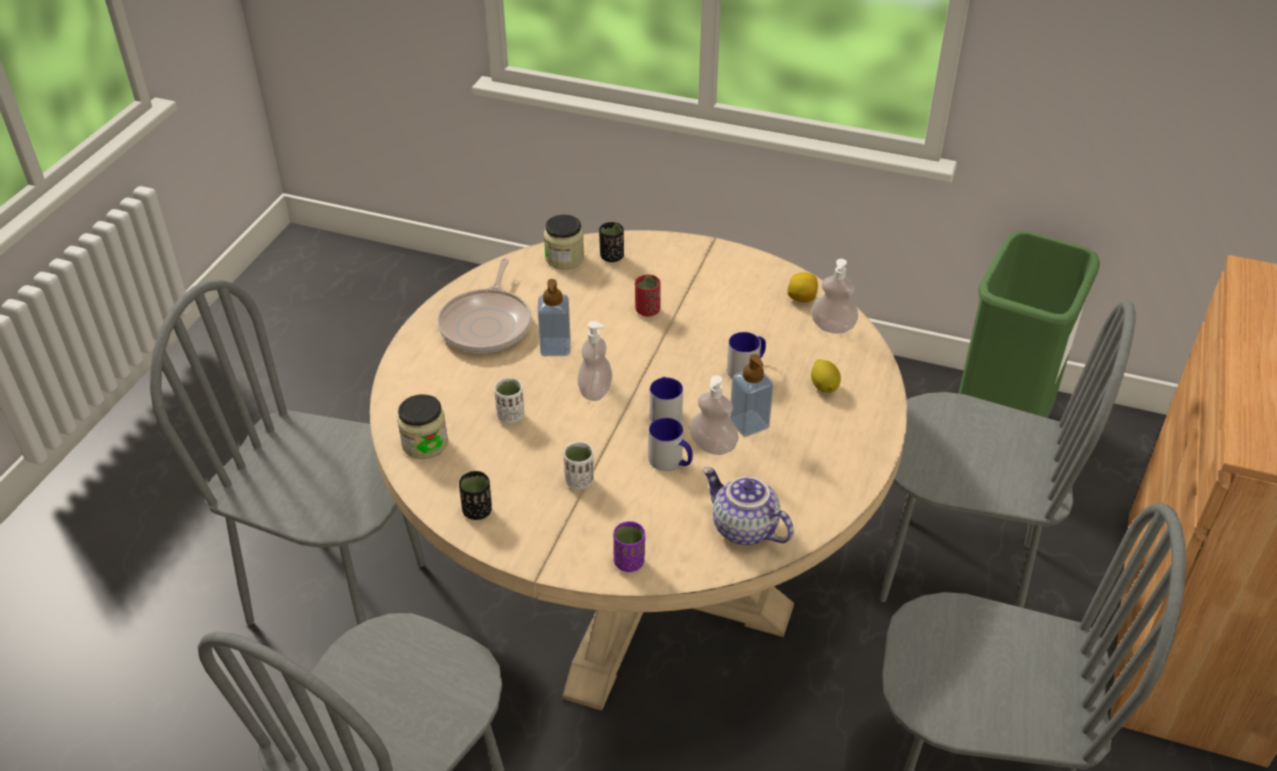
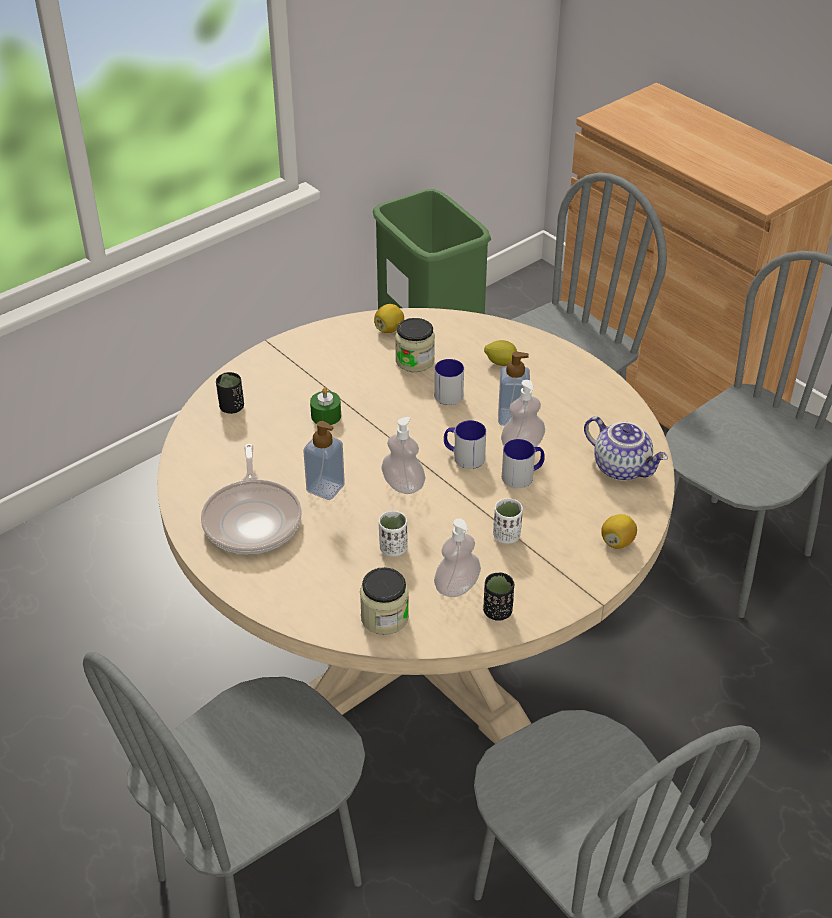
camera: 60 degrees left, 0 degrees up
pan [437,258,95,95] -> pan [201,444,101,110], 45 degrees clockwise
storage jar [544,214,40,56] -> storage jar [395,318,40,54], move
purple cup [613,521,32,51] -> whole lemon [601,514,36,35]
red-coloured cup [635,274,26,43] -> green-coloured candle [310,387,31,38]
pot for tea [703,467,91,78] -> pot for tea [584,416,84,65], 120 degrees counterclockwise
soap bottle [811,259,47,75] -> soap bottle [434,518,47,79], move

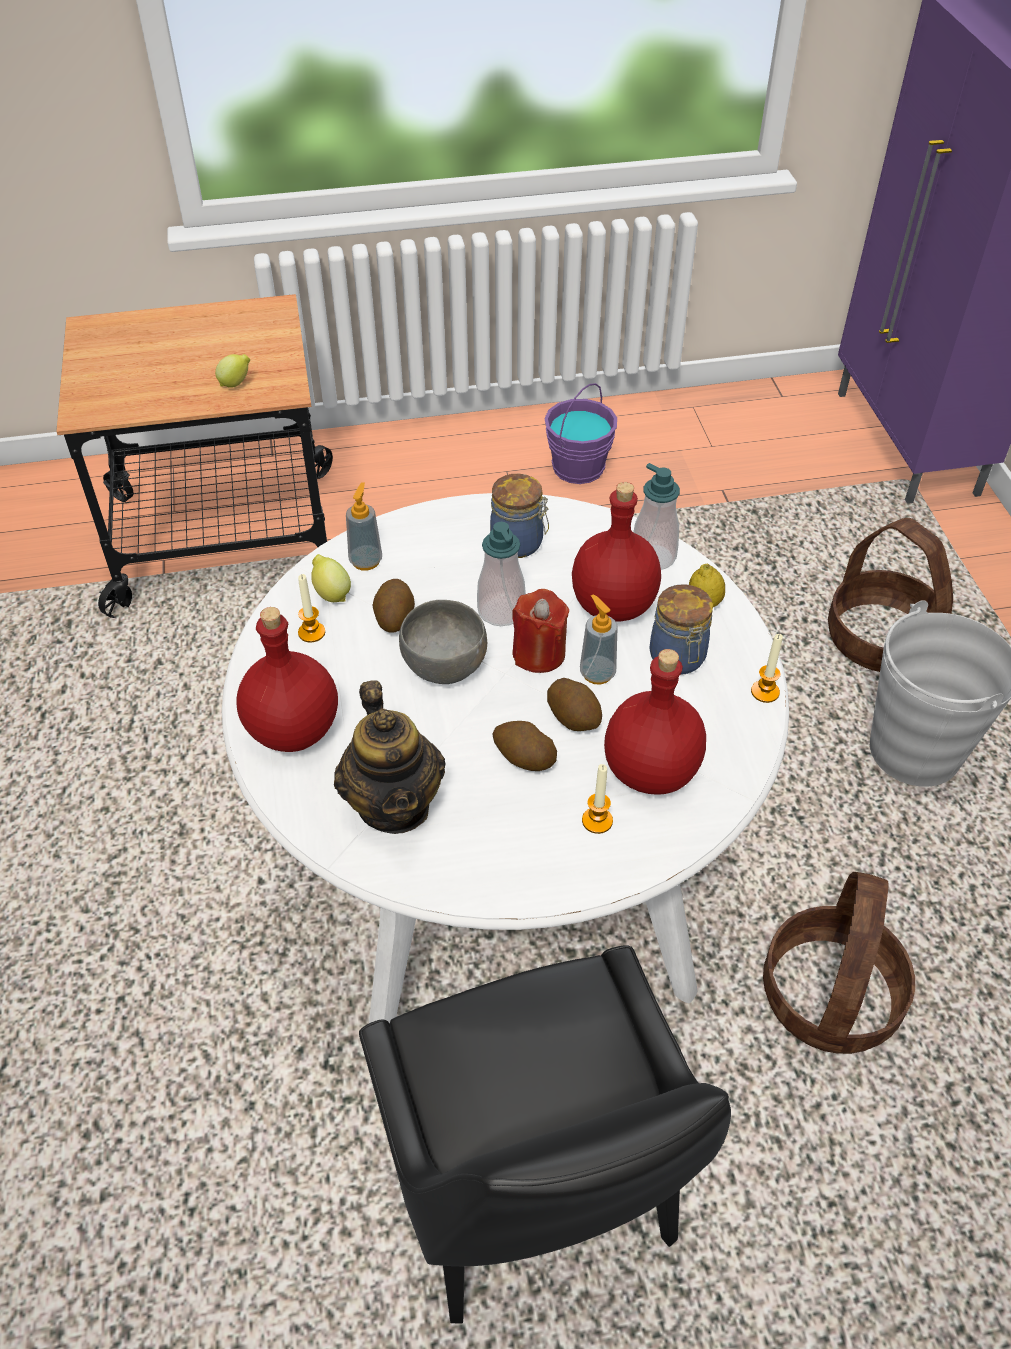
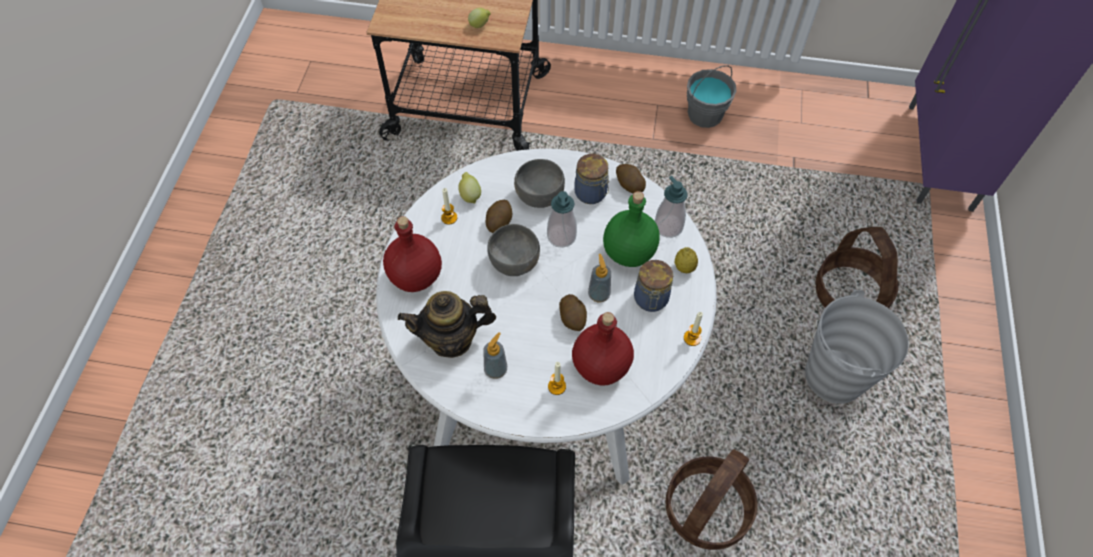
camera: 20 degrees right, 10 degrees up
pot for tea [334,680,112,154] -> pot for tea [398,291,98,67], 75 degrees clockwise
soap bottle [346,482,36,89] -> soap bottle [484,332,23,47], move
potato [492,721,65,50] -> potato [616,164,30,29], move
red-coloured candle [512,589,57,84] -> none
purple water bucket [544,383,73,101] -> gray water bucket [687,65,50,63]
red-coloured bottle [572,482,89,139] -> green-coloured bottle [603,191,57,76]
none -> gray bowl [514,159,51,49]

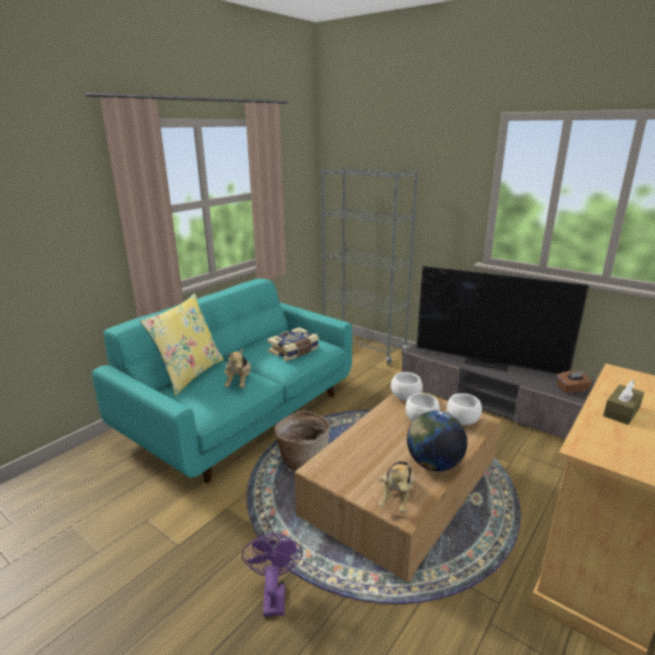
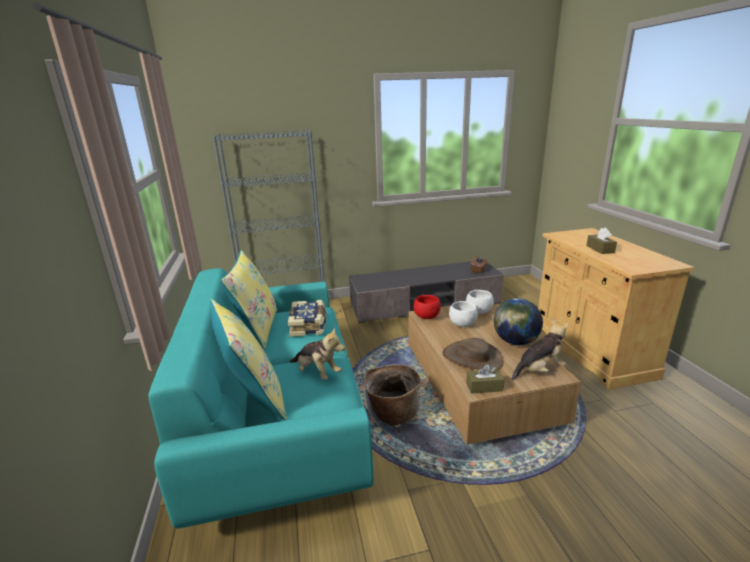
camera: 50 degrees left, 0 degrees up
purple cooling fan [242,533,61,84] -> none
plush toy [378,461,37,52] -> plush toy [512,318,57,63], 75 degrees counterclockwise
white bowl [391,372,32,29] -> red-coloured bowl [414,295,27,24]
television [417,266,172,108] -> none
none -> yellow throw pillow [221,250,56,98]
none -> brownish wearable hat [443,338,61,32]
none -> brownish tissue box [466,364,39,30]

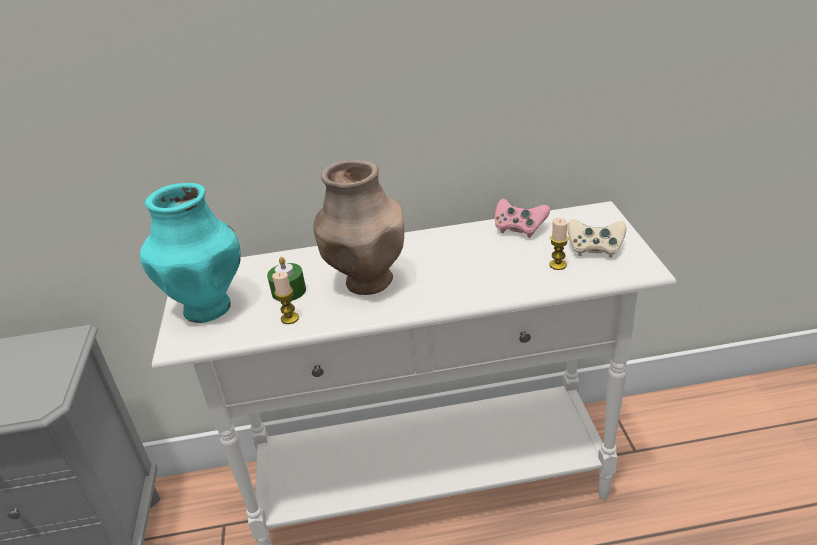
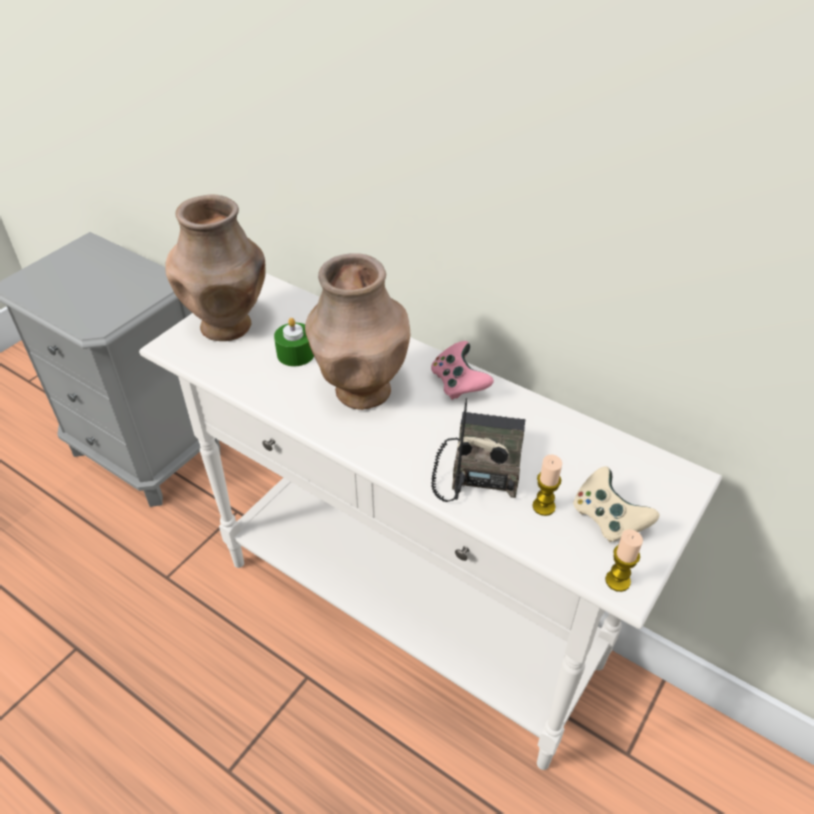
camera: 40 degrees right, 10 degrees up
turquoise-coloured decorative vase [140,183,101,140] -> brownish decorative vase [165,195,101,146]
candle [272,271,27,53] -> candle [605,529,38,63], move
pink game controller [495,199,55,39] -> pink game controller [431,341,63,59], move
none -> radio [431,398,94,104]

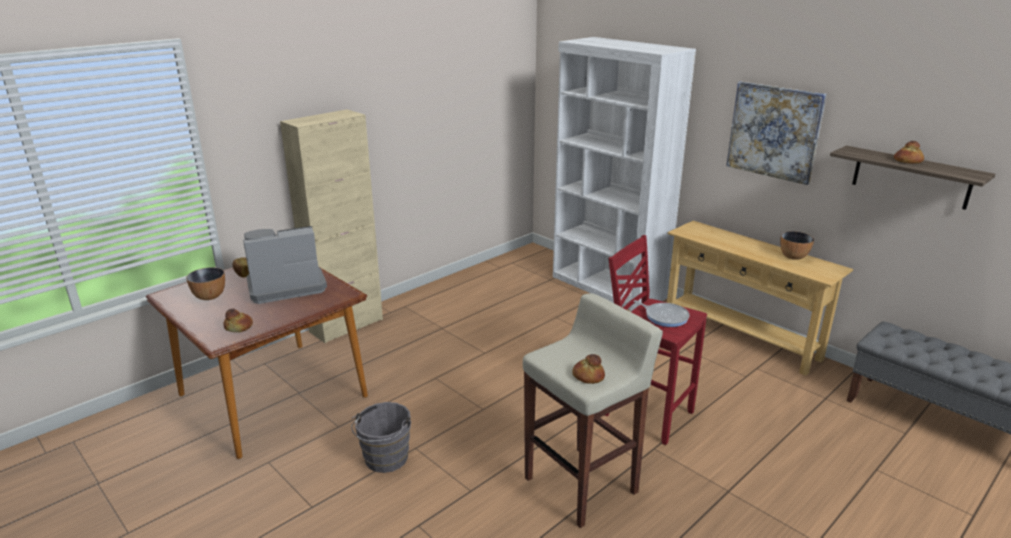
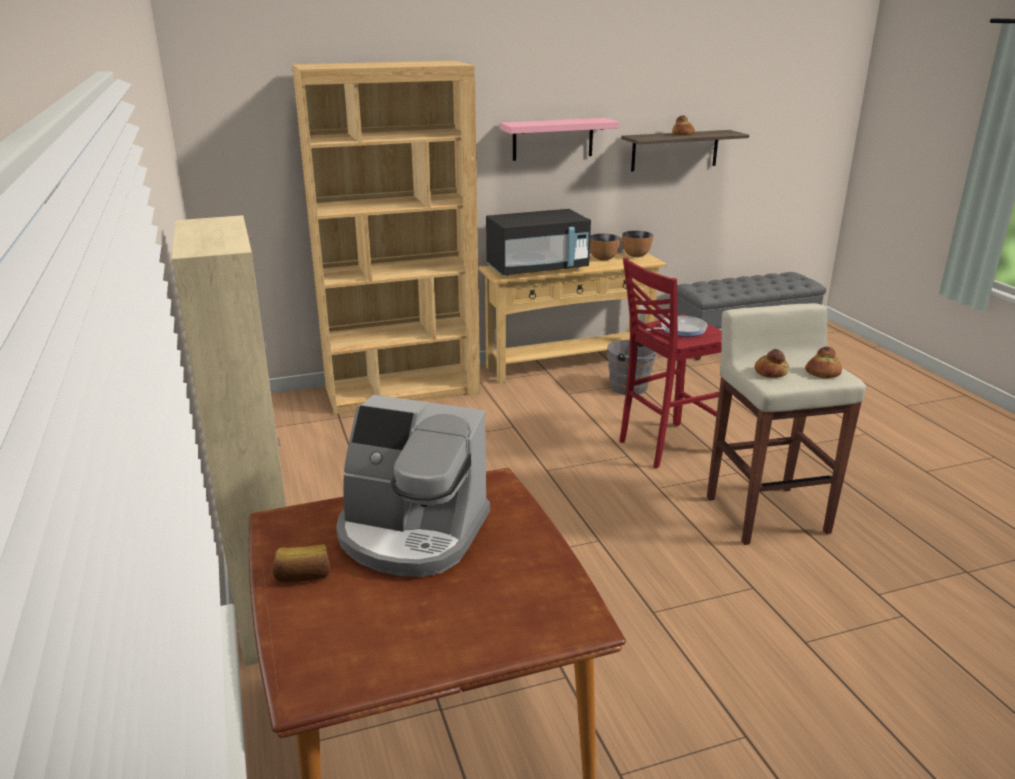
camera: 65 degrees left, 0 degrees up
bowl [186,267,39,33] -> bowl [622,231,31,26], move
bread [223,309,30,23] -> bread [755,349,34,29], move
coffee maker [243,226,84,78] -> coffee maker [336,395,154,182], 75 degrees counterclockwise
gray water bucket [351,402,60,71] -> gray water bucket [607,340,53,55], move
white bookshelf [553,37,143,275] -> brownish bookshelf [292,61,188,353]
wall picture [726,81,101,104] -> pink bracket shelf [500,118,119,43]
none -> black microwave oven [486,209,105,67]

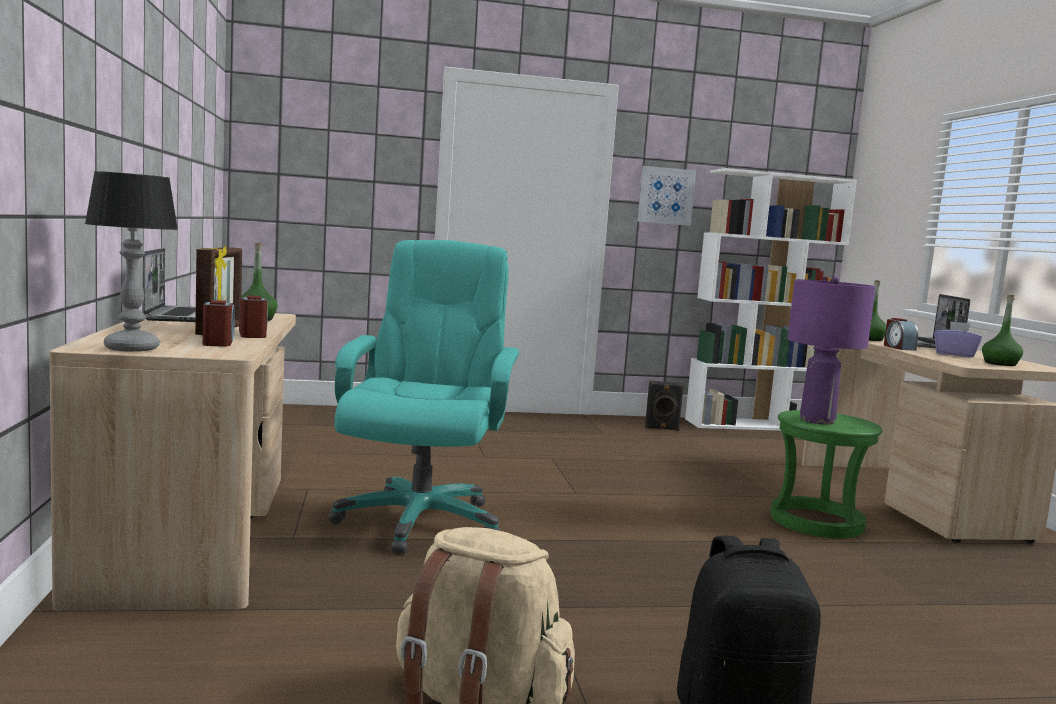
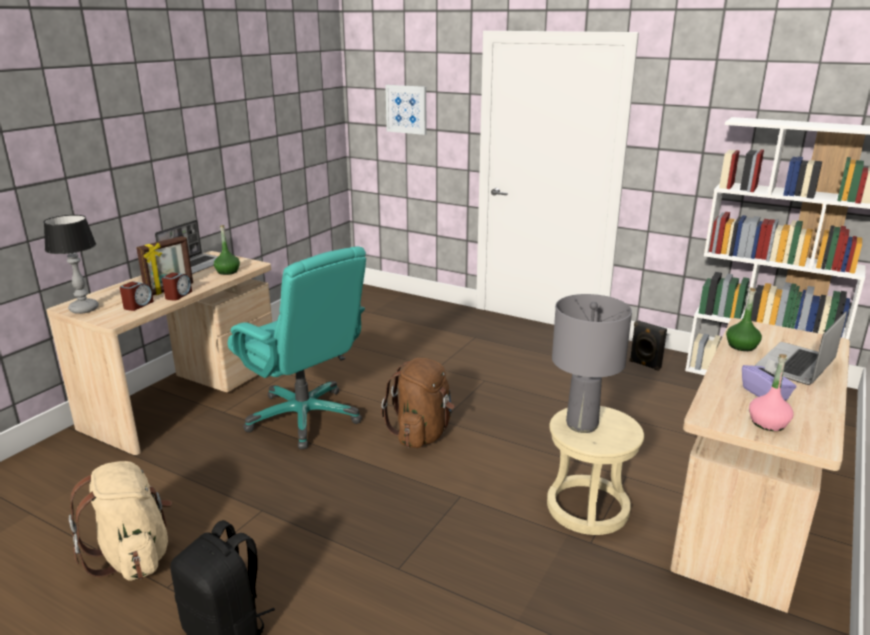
camera: 40 degrees right, 15 degrees up
turquoise-coloured computer chair [329,240,190,314] -> turquoise-coloured computer chair [228,246,138,203], 90 degrees clockwise
wall picture [638,166,58,60] -> wall picture [385,85,41,50], move
green-coloured stool seat [770,410,113,128] -> beige-coloured stool seat [547,406,97,129]
purple tabletop lamp [788,277,88,148] -> gray tabletop lamp [552,294,80,139]
bedside clock [884,318,34,33] -> none
green-coloured bottle [982,295,41,71] -> pink bottle [749,354,44,77]
none -> brownish rucksack [381,358,74,90]

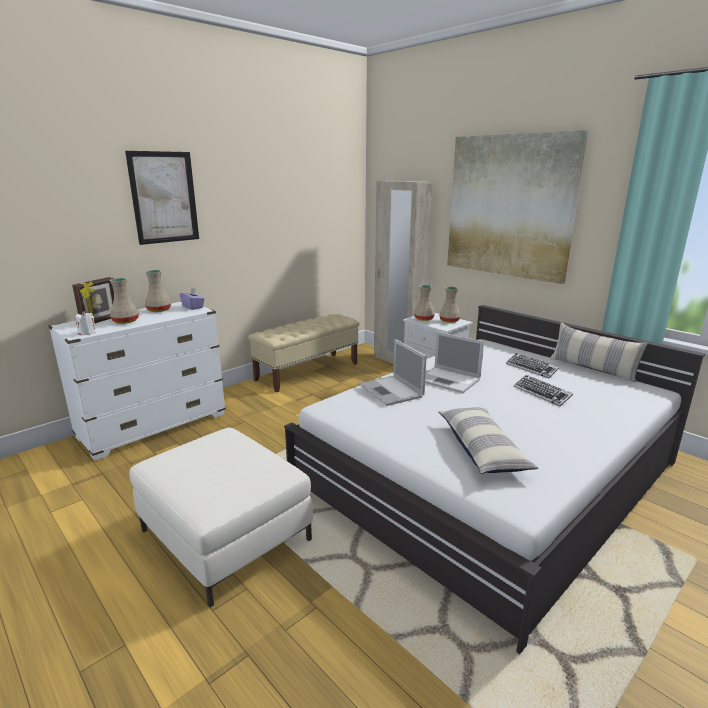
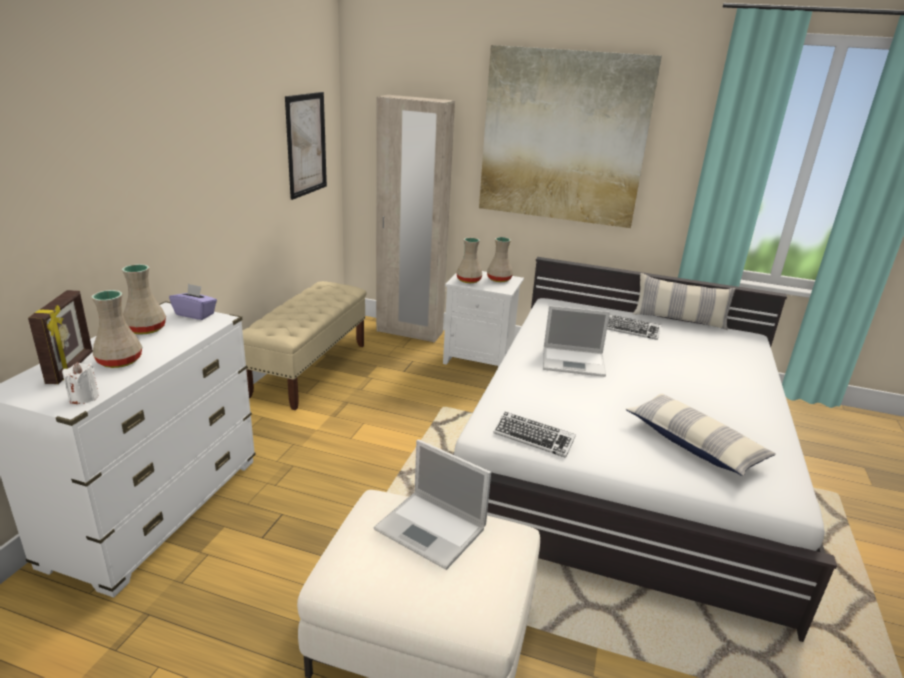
camera: 30 degrees left, 5 degrees up
wall picture [125,151,74,94] -> wall picture [285,92,42,108], move
notebook computer [359,339,68,67] -> notebook computer [374,439,117,131], move
computer keyboard [514,375,59,31] -> computer keyboard [494,412,82,46], move

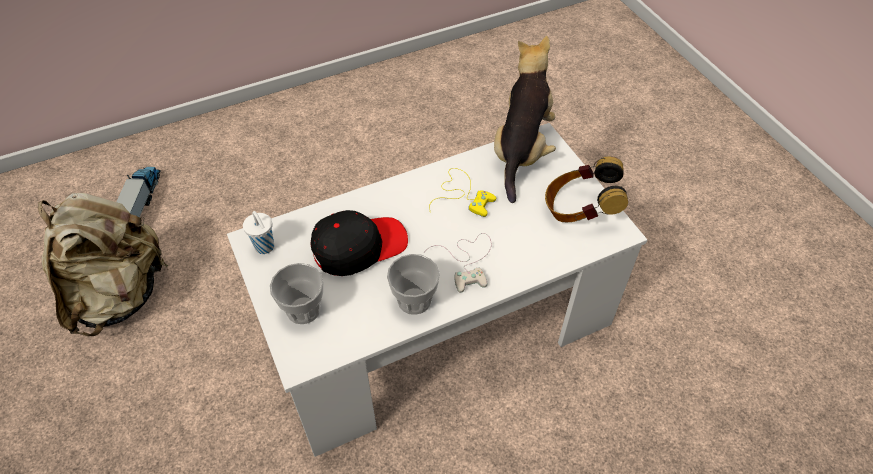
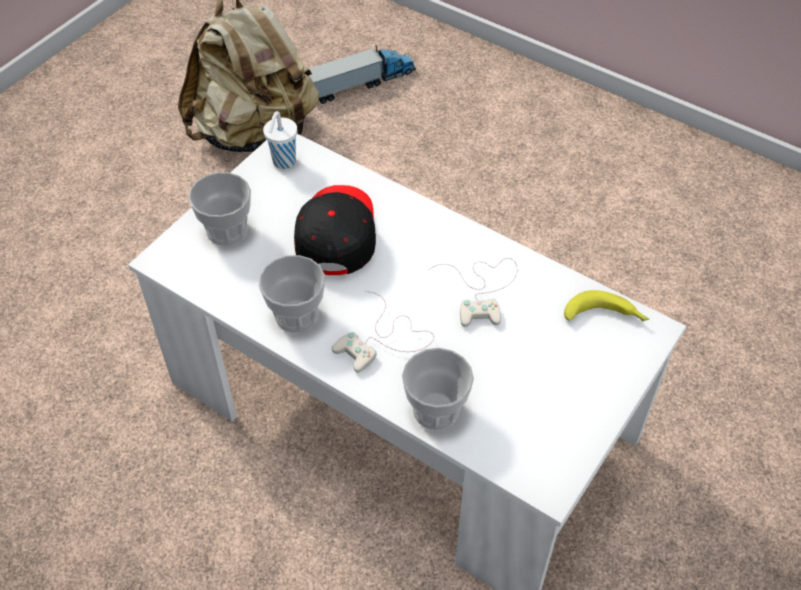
camera: 60 degrees right, 0 degrees up
black baseball cap [310,210,98,66] -> black baseball cap [294,185,82,90], 120 degrees counterclockwise
yellow game controller [429,168,67,49] -> white game controller [428,258,89,69]
plush toy [494,36,62,167] -> banana [564,290,85,32]
headphones [545,156,83,66] -> none
none -> cup [402,348,72,82]

